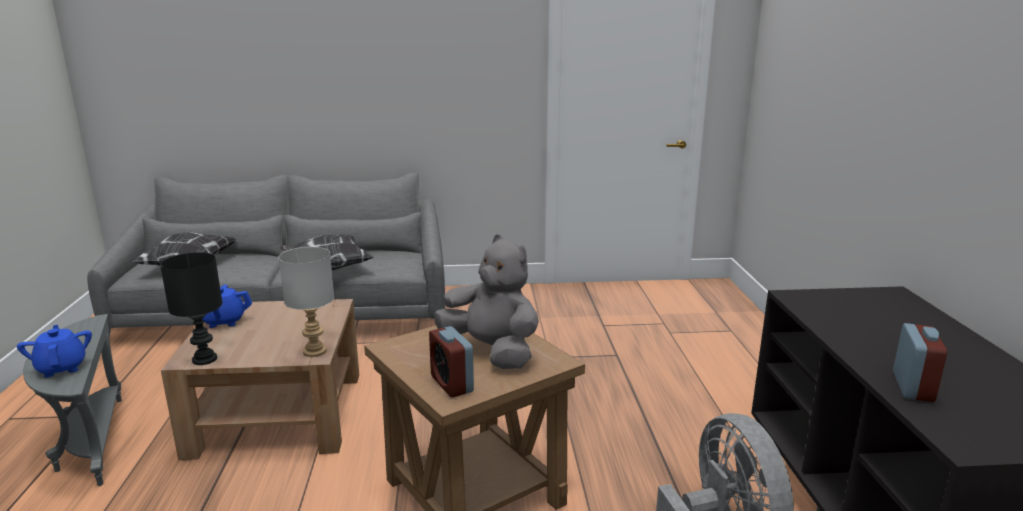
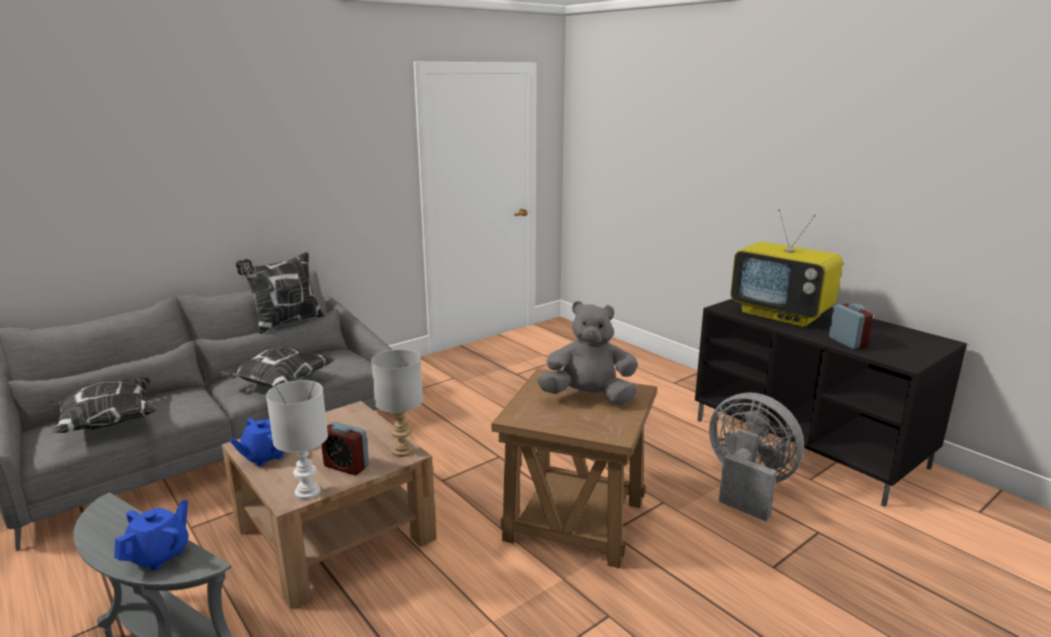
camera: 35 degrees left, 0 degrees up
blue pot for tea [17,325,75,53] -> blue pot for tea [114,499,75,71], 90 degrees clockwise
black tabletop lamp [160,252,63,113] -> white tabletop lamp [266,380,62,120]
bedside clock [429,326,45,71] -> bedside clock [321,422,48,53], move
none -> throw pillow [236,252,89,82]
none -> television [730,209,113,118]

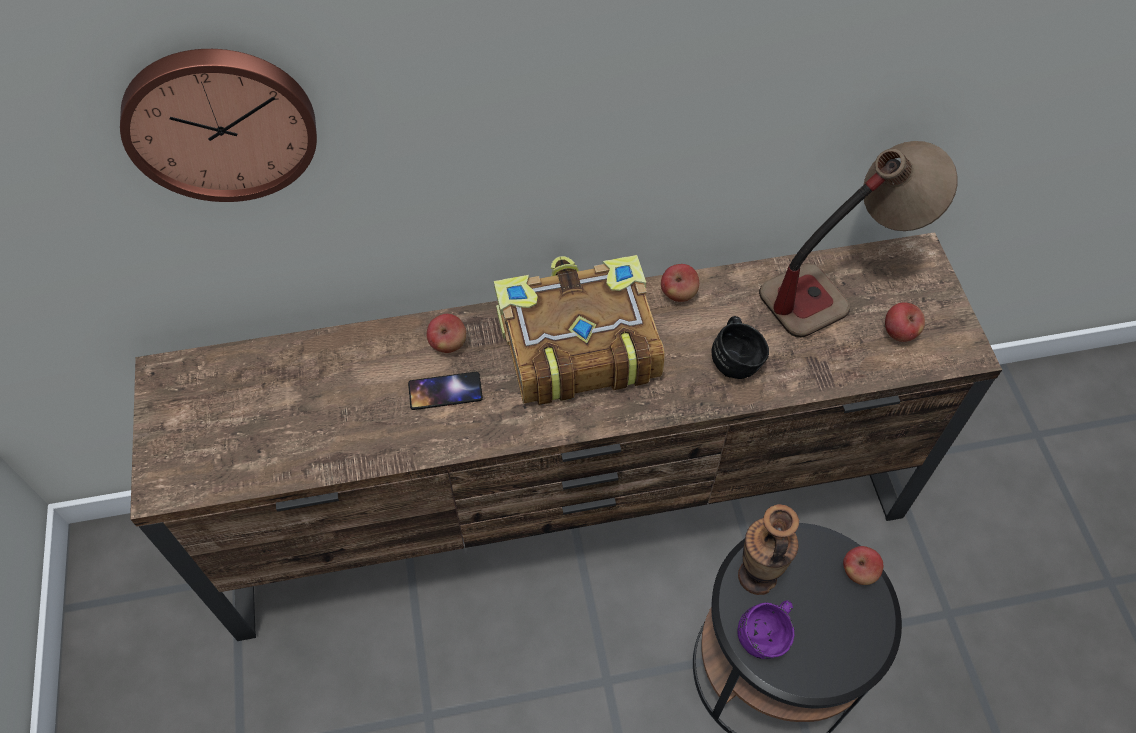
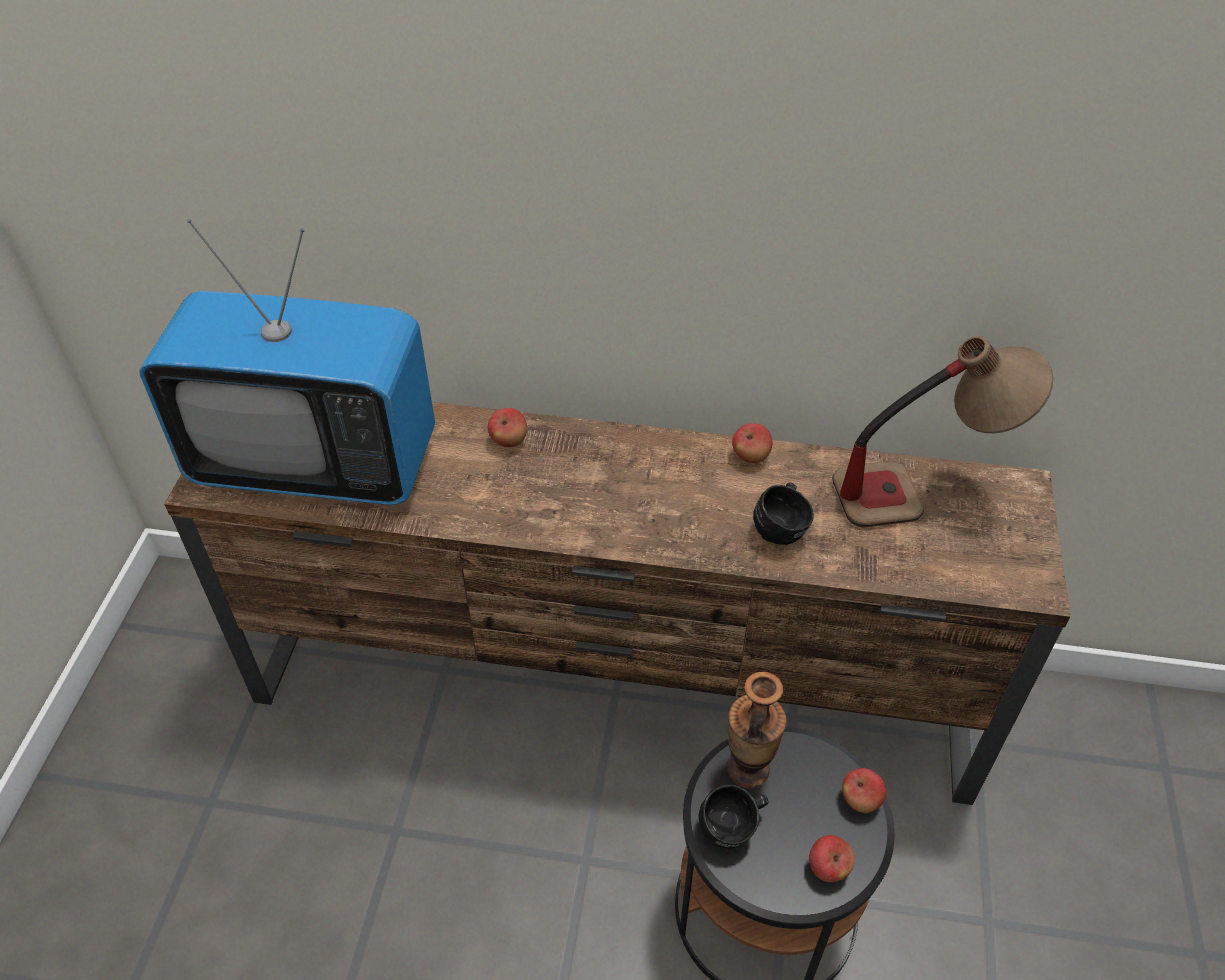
camera: 20 degrees right, 10 degrees down
wall clock [120,49,197,153] -> none
phone [408,372,75,38] -> none
book [494,255,171,150] -> none
purple tea mug [737,600,58,59] -> black tea mug [698,785,70,63]
apple [885,302,40,40] -> apple [809,835,46,47], move
none -> television [139,219,296,286]

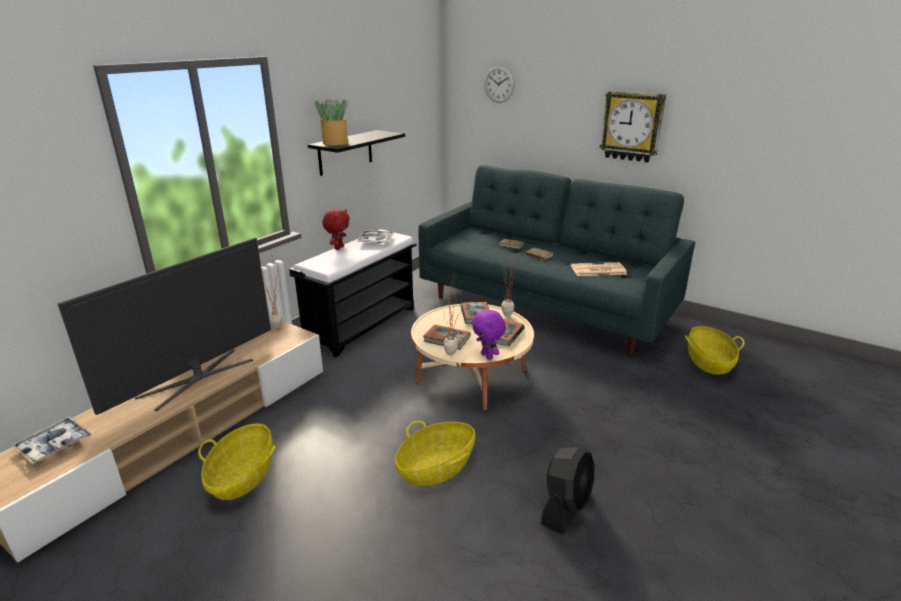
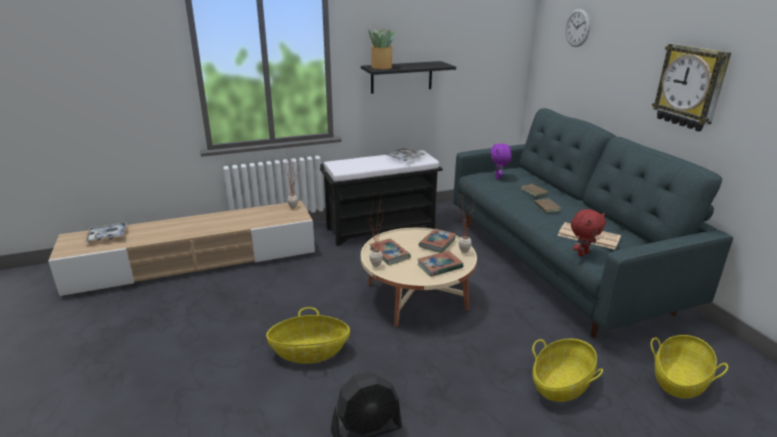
camera: 35 degrees right, 0 degrees up
television [58,237,213,178] -> none
basket [198,424,77,76] -> basket [532,339,71,63], move
red-coloured plush toy [323,209,27,41] -> red-coloured plush toy [571,209,35,48], move
purple plush toy [472,310,34,50] -> purple plush toy [490,143,21,36], move

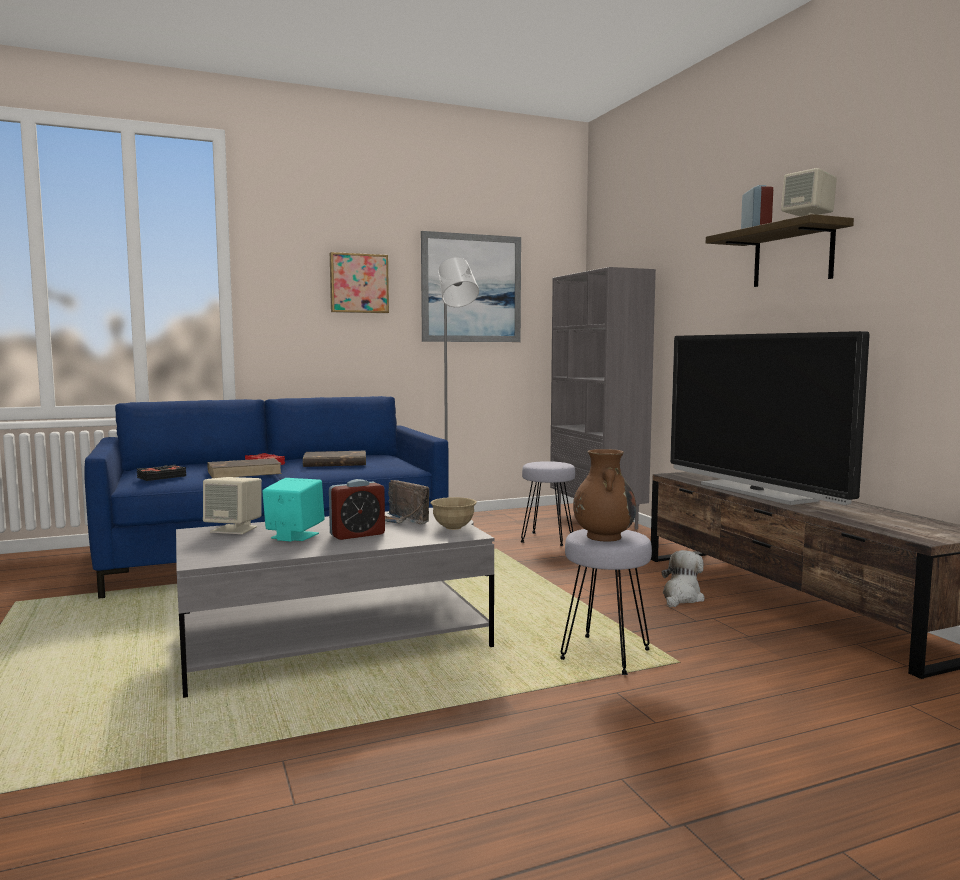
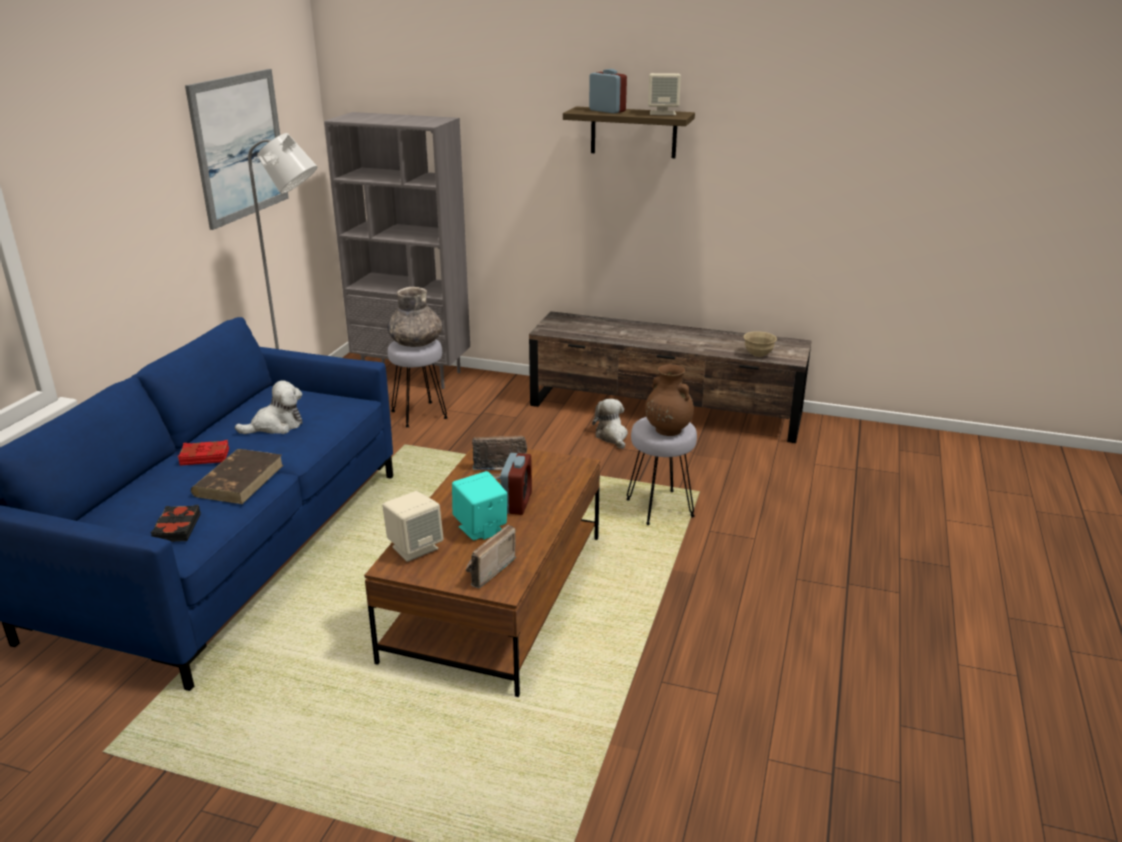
camera: 50 degrees left, 20 degrees up
gray lounge table [176,508,318,190] -> brownish lounge table [364,447,236,250]
brownish book [303,451,63,16] -> plush toy [235,380,67,54]
wall picture [330,252,59,61] -> none
beige-coloured bowl [430,497,47,33] -> beige-coloured bowl [743,331,34,26], move
television [670,331,200,174] -> none
none -> gray decorative vase [387,287,55,60]
none -> radio [465,525,51,63]

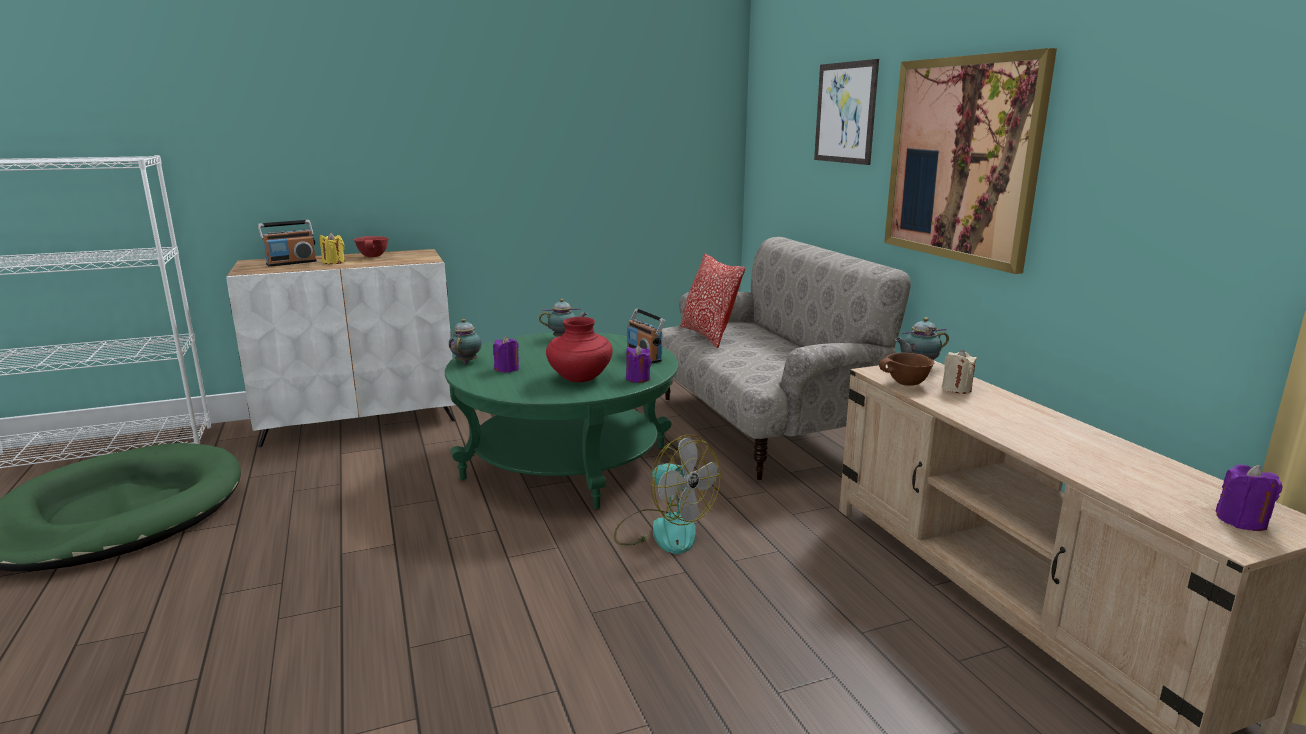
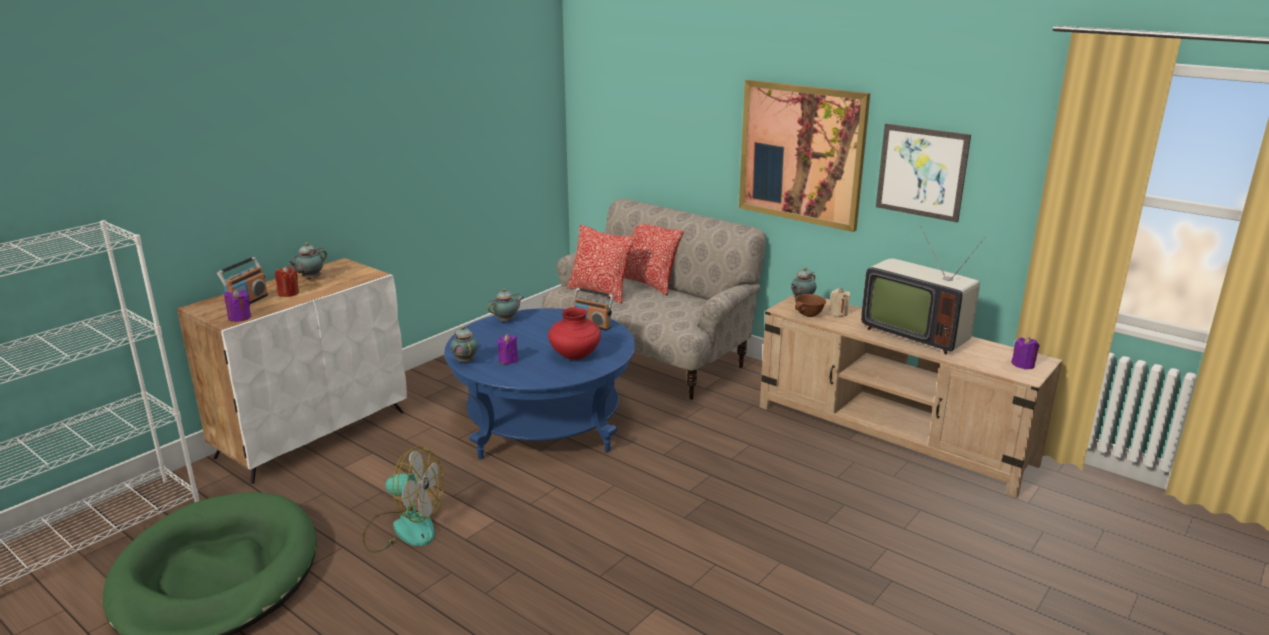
camera: 30 degrees left, 5 degrees up
yellow candle [320,232,25,32] -> red-coloured candle [275,266,24,31]
red-coloured bowl [354,236,35,21] -> pot for tea [288,243,39,37]
green-coloured lounge table [445,333,233,176] -> blue lounge table [444,308,191,151]
cooling fan [614,435,107,119] -> cooling fan [362,446,82,107], move
purple candle [626,345,25,38] -> purple candle [224,289,27,33], move
wall picture [814,59,65,106] -> wall picture [876,124,95,99], move
none -> throw pillow [623,224,61,71]
none -> television [861,227,125,128]

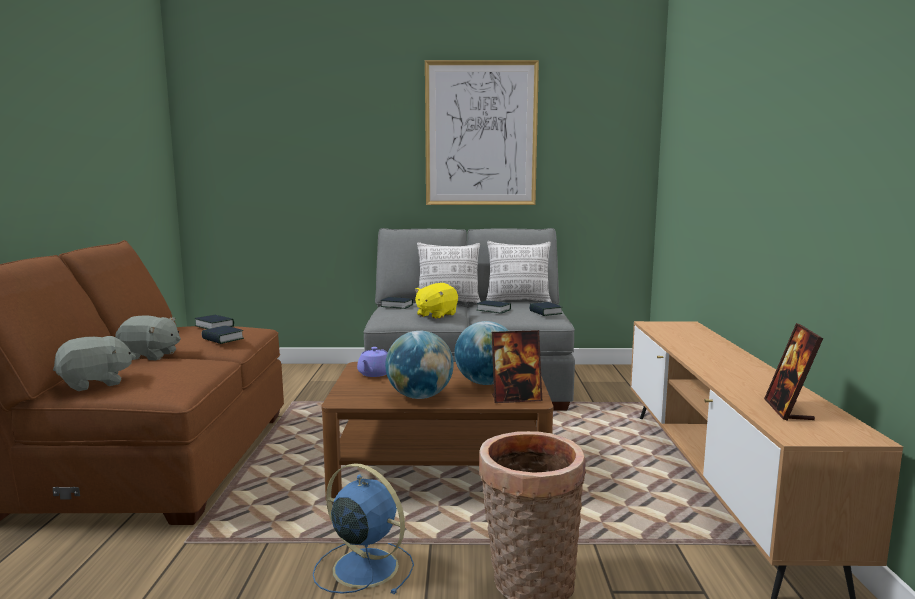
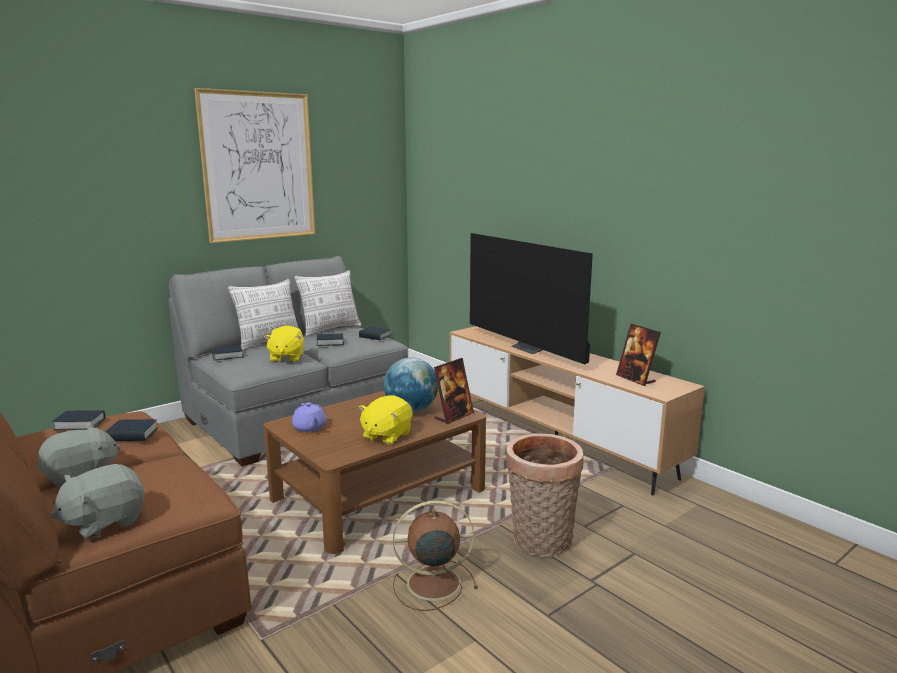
camera: 40 degrees left, 5 degrees up
gray plush toy [53,336,83,55] -> gray plush toy [50,464,95,75], 150 degrees counterclockwise
blue cooling fan [313,463,101,131] -> brownish cooling fan [393,500,85,111]
globe [385,331,69,68] -> yellow plush toy [358,395,54,50]
none -> television [470,233,123,131]

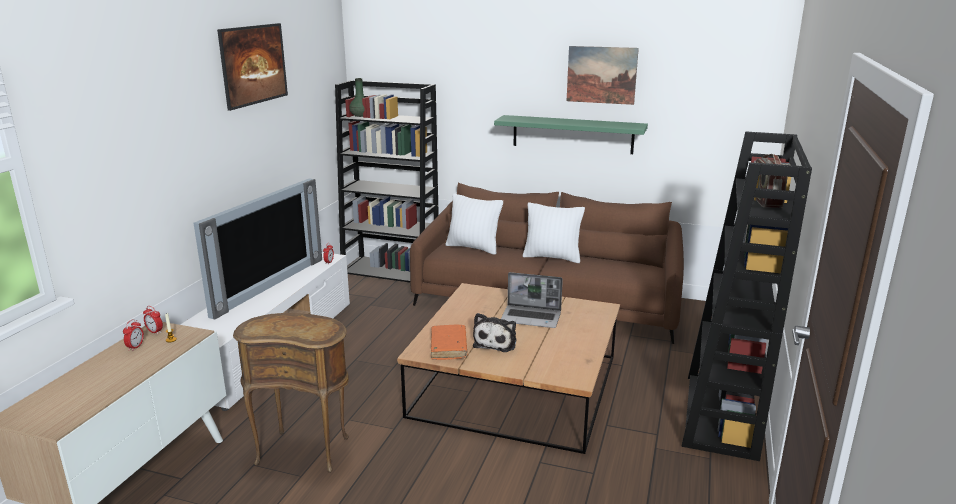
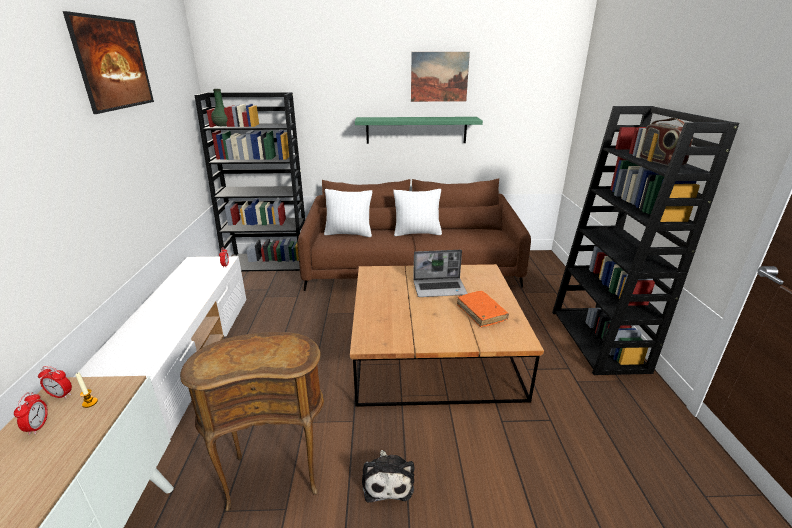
camera: 20 degrees left, 5 degrees up
television [194,178,128,142] -> none
orangey book [431,324,37,36] -> orangey book [457,291,52,37], move
plush toy [473,313,43,39] -> plush toy [362,450,52,53], move

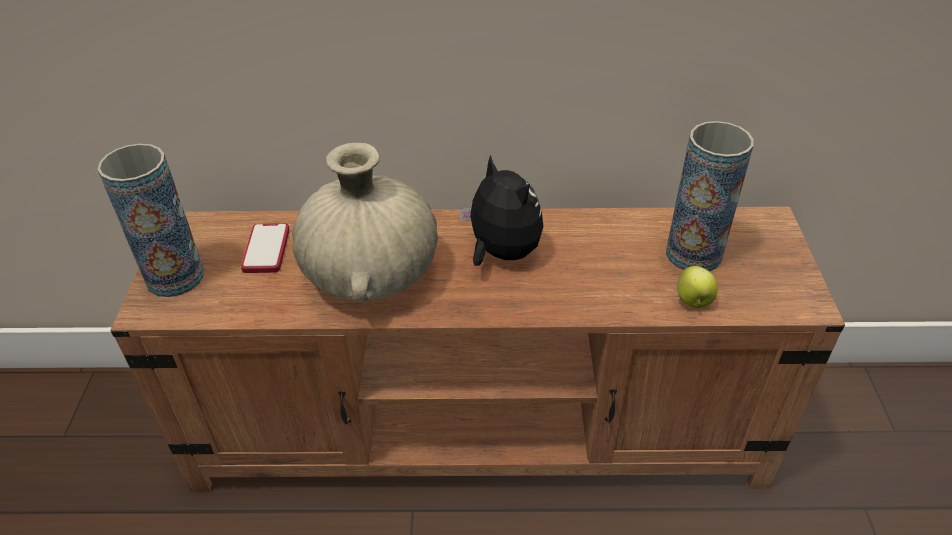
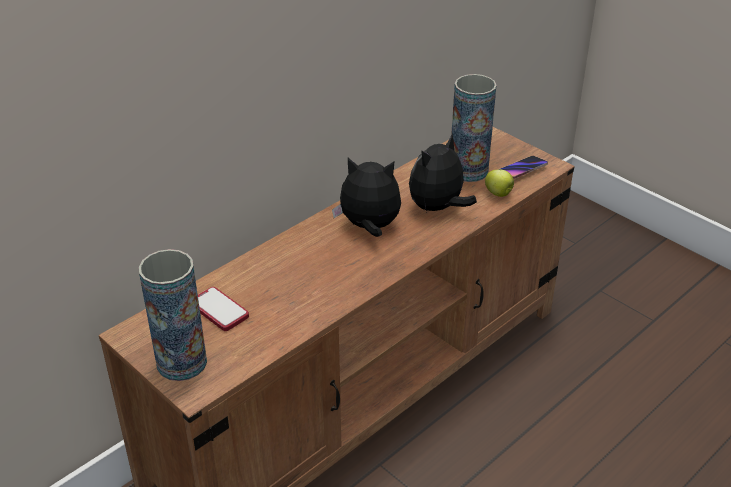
camera: 45 degrees left, 5 degrees down
beige-coloured decorative vase [292,143,146,159] -> none
none -> plush toy [409,134,68,79]
none -> phone [500,156,48,23]

